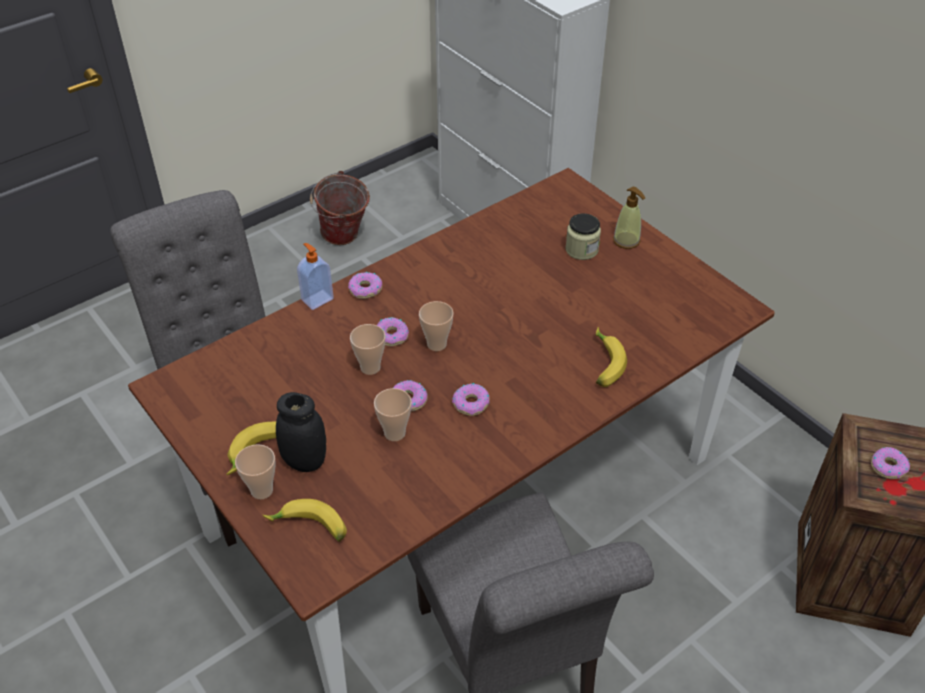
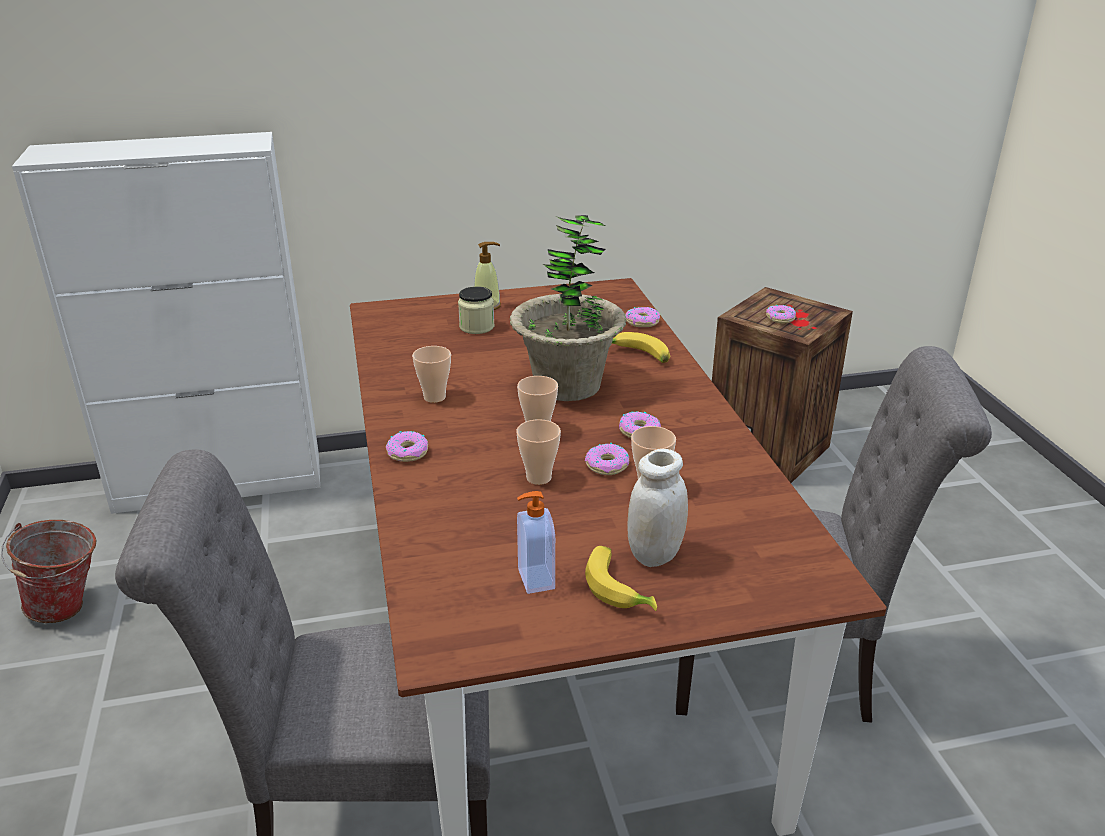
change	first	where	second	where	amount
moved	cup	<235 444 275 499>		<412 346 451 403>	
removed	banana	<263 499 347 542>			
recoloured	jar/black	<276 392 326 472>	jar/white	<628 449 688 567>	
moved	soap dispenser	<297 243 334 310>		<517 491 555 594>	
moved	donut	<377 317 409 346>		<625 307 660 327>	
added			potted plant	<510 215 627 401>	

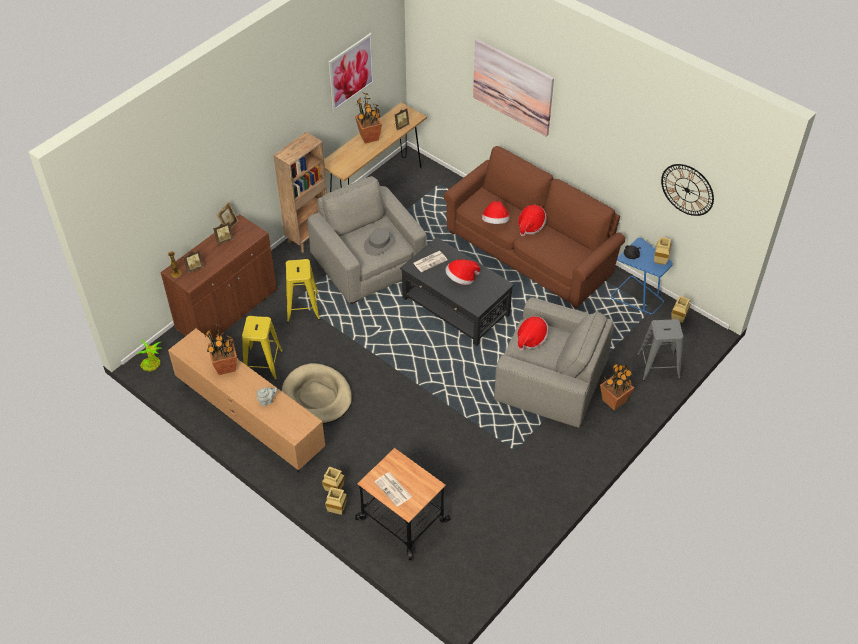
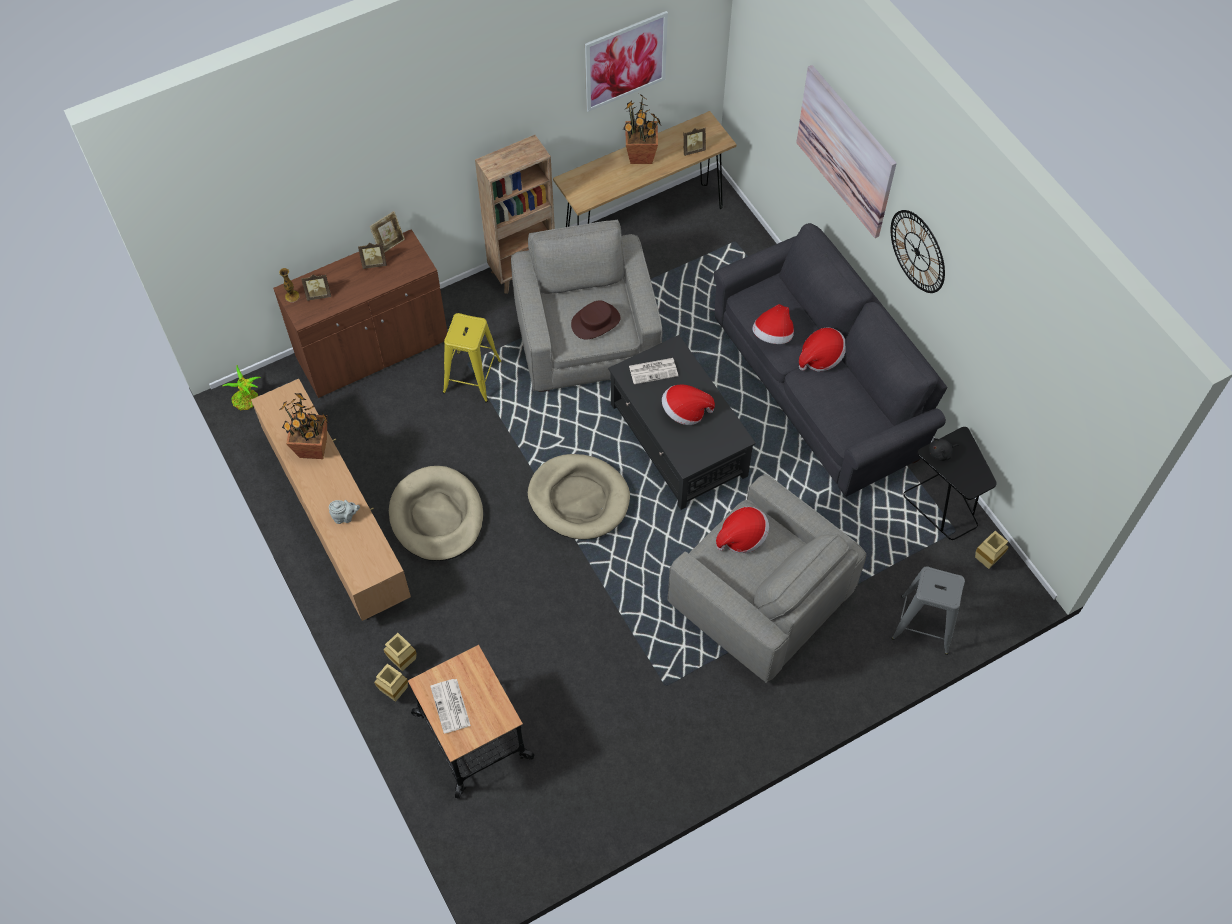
change	first	where	second	where	amount
removed	stool/yellow	<242 316 283 380>			
recoloured	hat/grey	<364 228 395 256>	hat/brown	<571 300 621 339>	
recoloured	sofa/brown	<443 146 625 309>	sofa/grey	<714 223 947 497>	
removed	potted plant	<600 363 634 410>			
recoloured	side table/blue	<611 237 673 314>	side table/black	<903 427 997 540>	
removed	vase/beige	<654 237 671 265>			
moved	wall clock	<661 164 714 216>		<891 210 945 293>	
added			dog bed/beige	<528 454 630 540>	

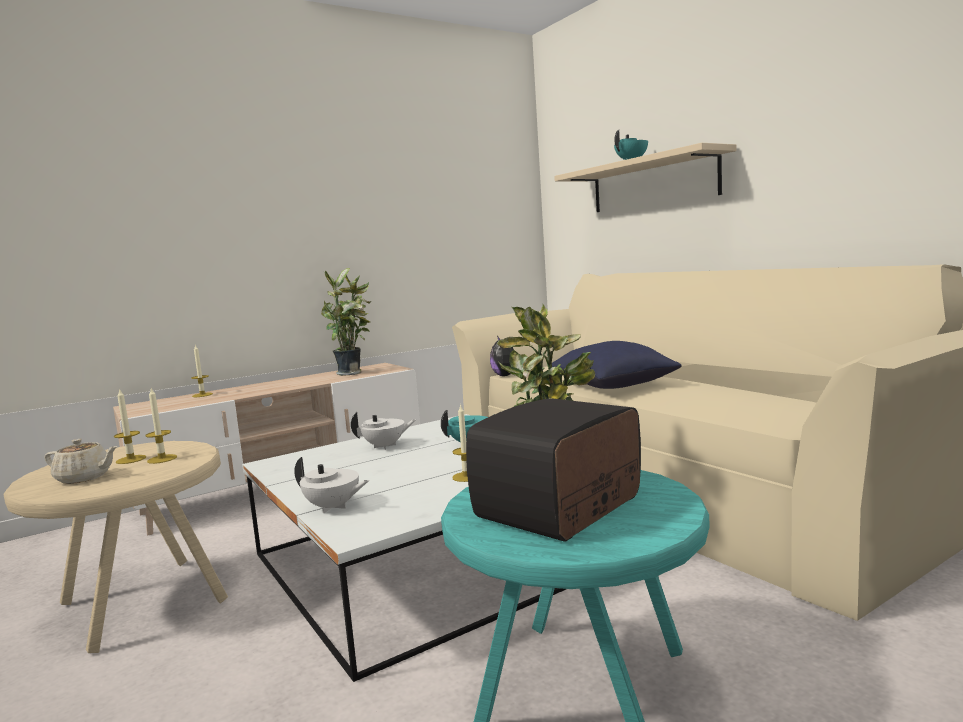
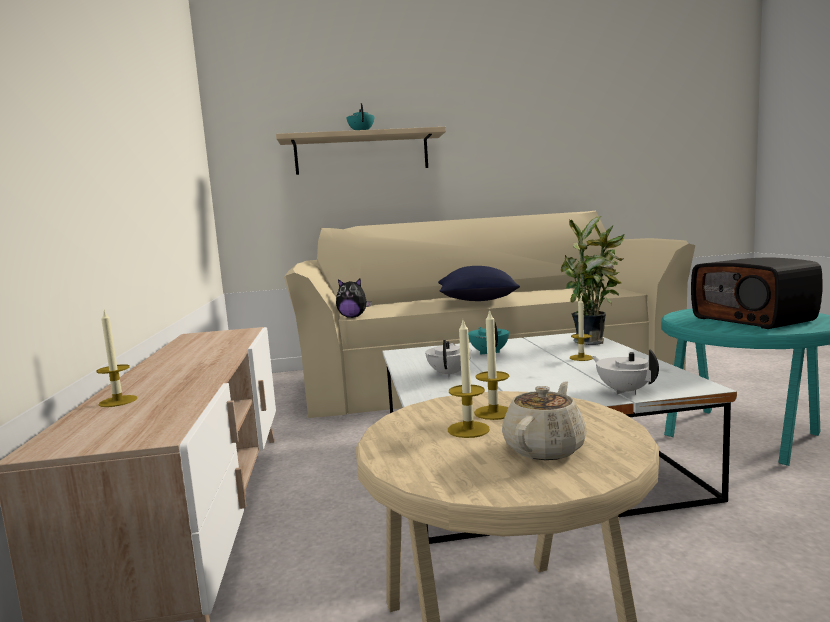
change	first	where	second	where	amount
turned	teapot/white	<294 457 369 513>		<591 349 659 395>	75 degrees counterclockwise
removed	potted plant	<321 268 371 376>			

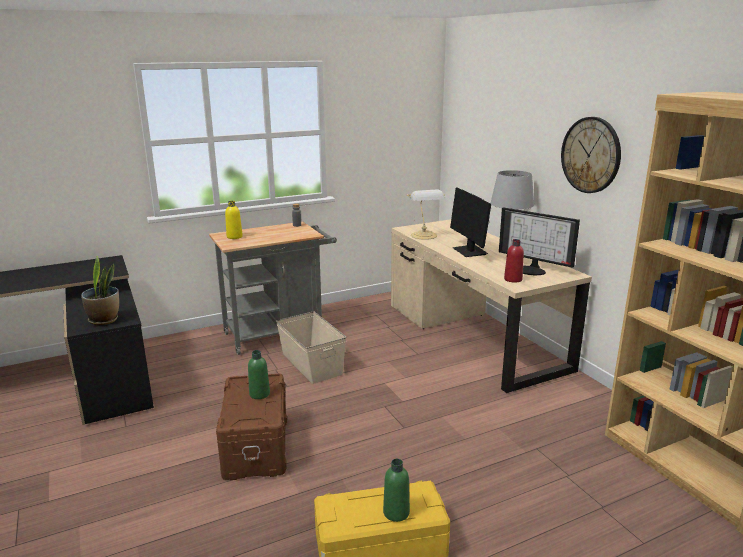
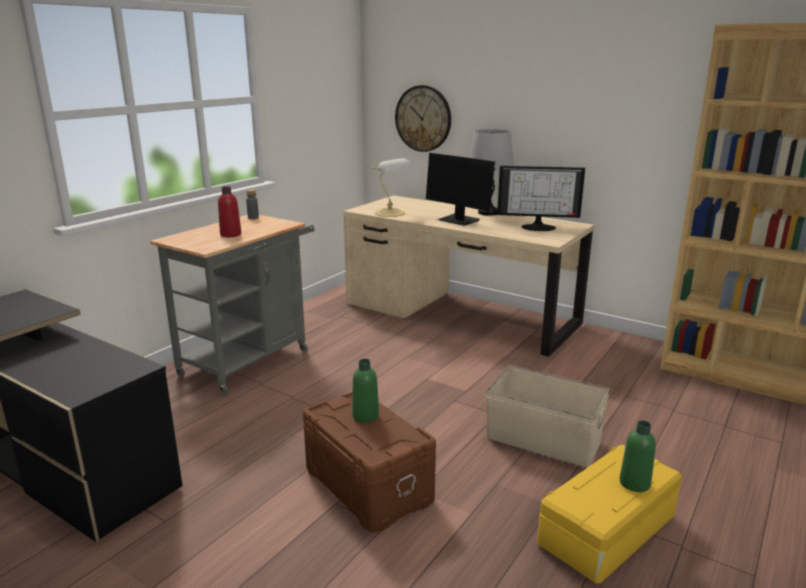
change	first	where	second	where	amount
removed	potted plant	<81 256 119 325>			
removed	bottle/yellow	<225 201 243 239>			
moved	storage box/beige	<276 311 346 384>		<486 365 609 468>	
moved	bottle/red	<504 239 524 283>		<218 186 241 237>	
moved	wall clock	<561 117 621 193>		<395 85 451 152>	

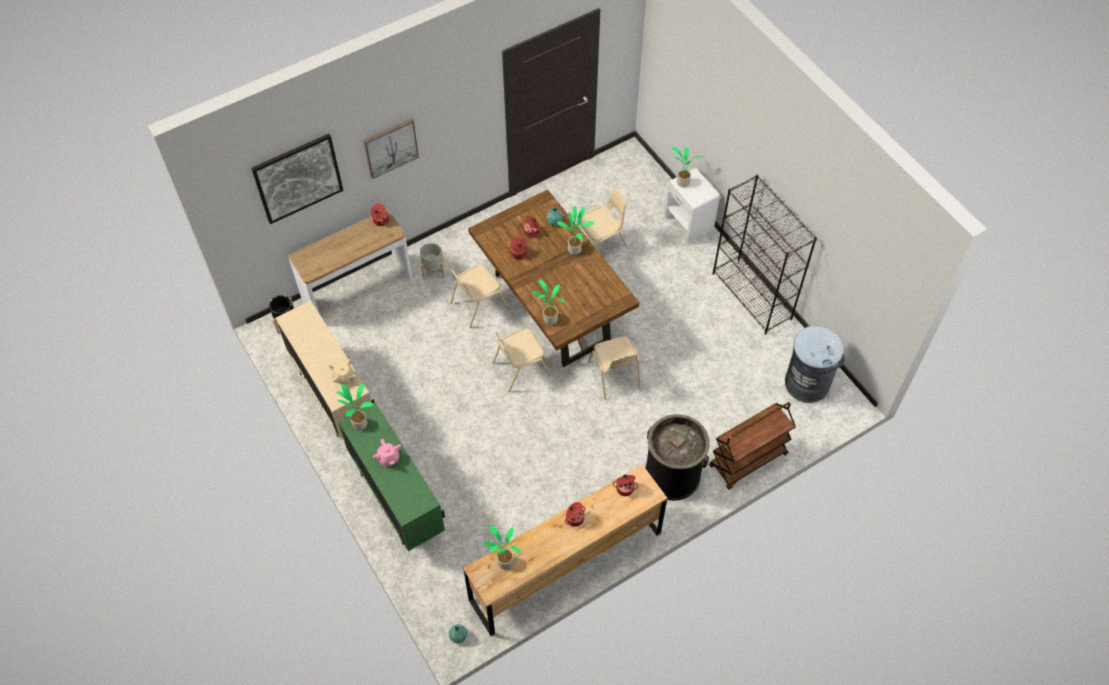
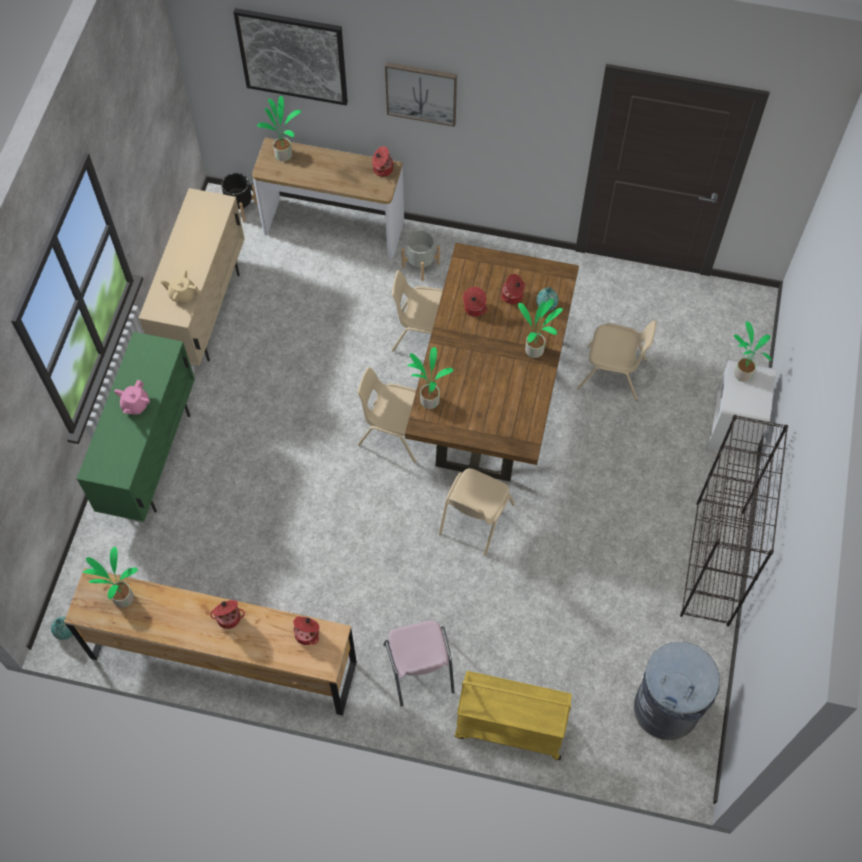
change	first	where	second	where	amount
turned	teapot/beige	<329 359 356 385>		<161 270 200 303>	120 degrees clockwise
moved	potted plant	<336 384 374 430>		<257 96 301 161>	
replaced	trash can/black	<645 414 710 500>	chair/pink	<383 620 455 706>	
recoloured	cart/brown	<709 402 796 490>	cart/yellow	<454 671 572 760>	

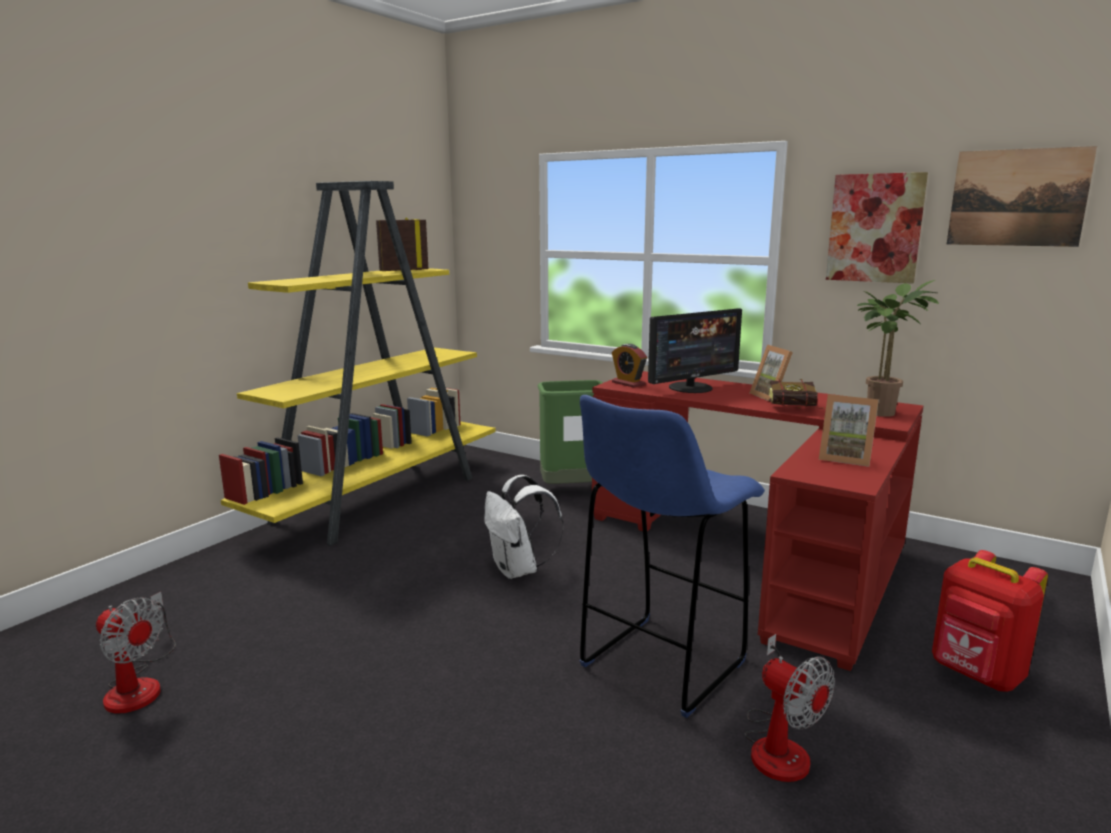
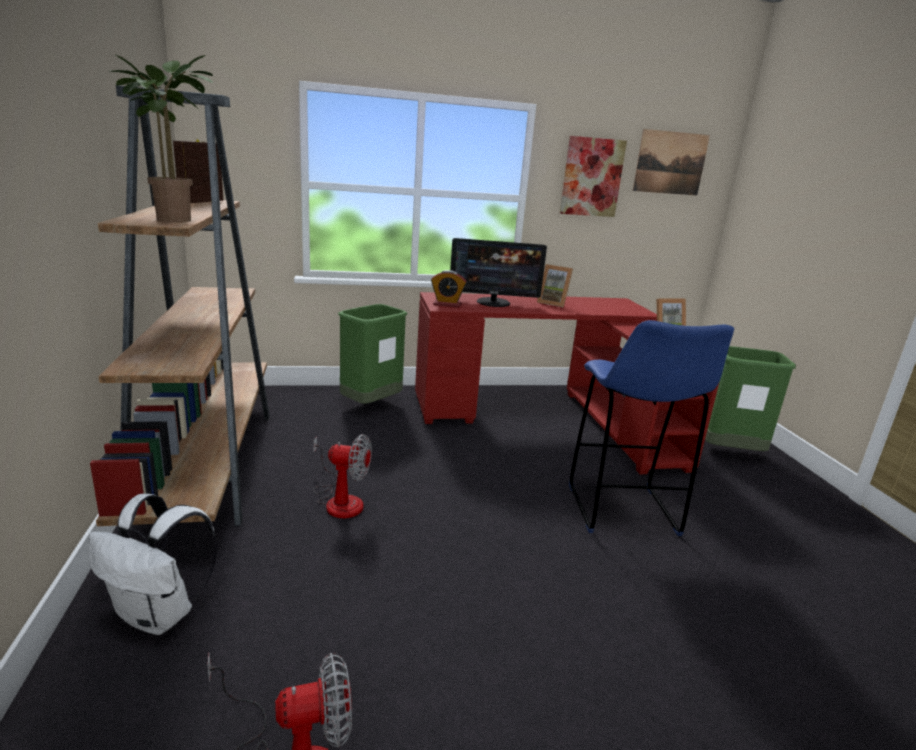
change	first	where	second	where	amount
recoloured	bookcase/yellow	<219 181 496 546>	bookcase/brown	<90 85 270 532>	
moved	backpack/white	<484 475 564 579>		<89 494 218 635>	
turned	monitor	<648 308 742 393>		<450 238 547 307>	75 degrees clockwise
moved	fan	<744 634 835 782>		<313 434 372 518>	
removed	book	<769 378 824 409>			
moved	potted plant	<857 280 939 417>		<109 55 213 223>	
replaced	backpack/red	<932 550 1048 692>	trash can/green	<705 346 796 451>	

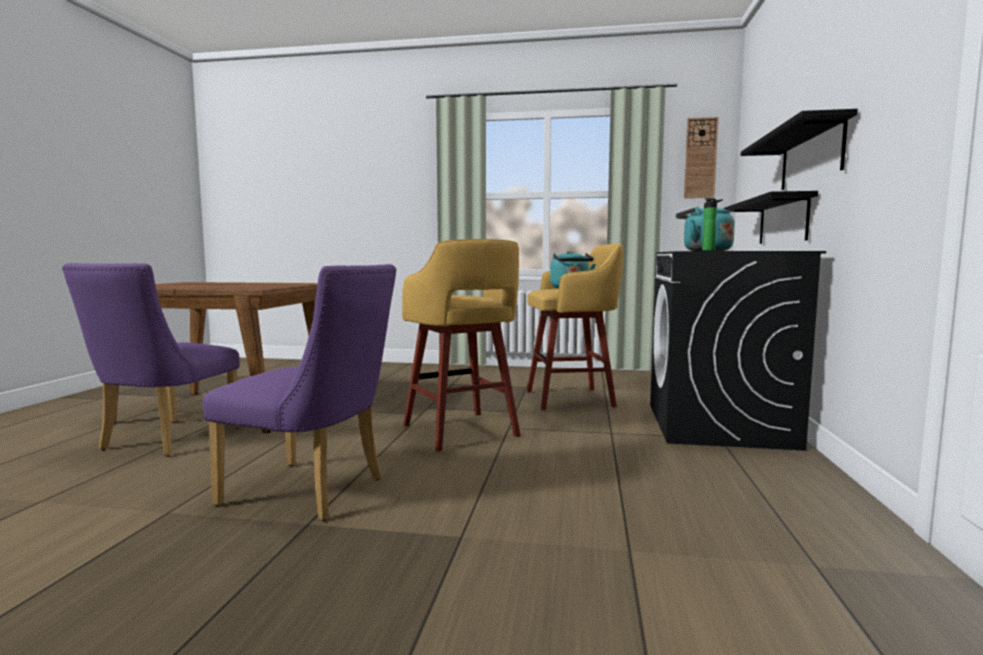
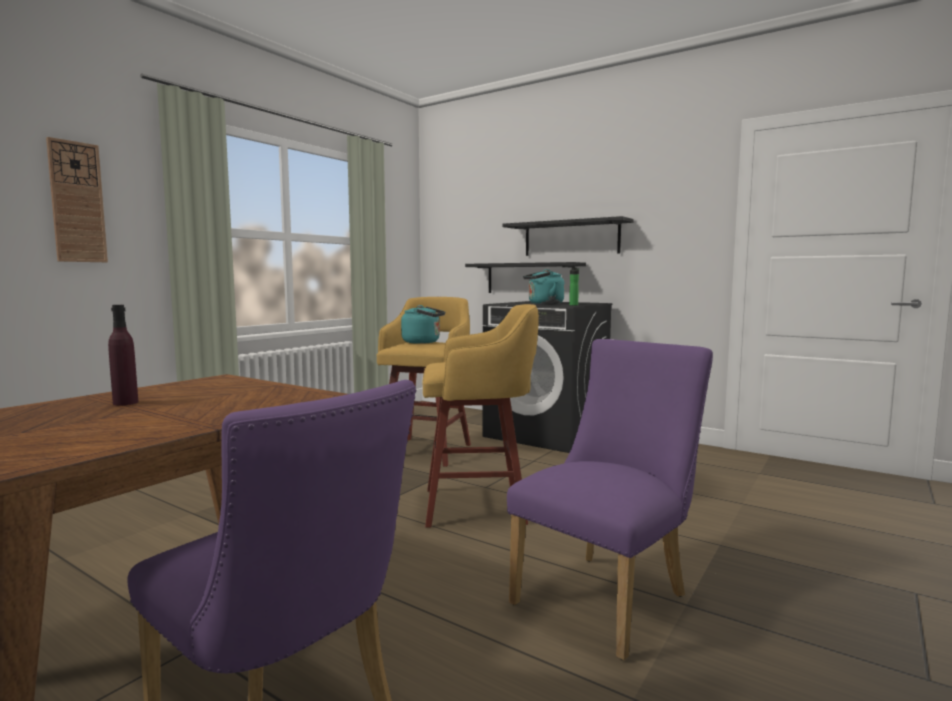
change	first	where	second	where	amount
moved	wall clock	<684 117 718 198>		<46 137 108 262>	
added			bottle/purple	<108 305 138 406>	

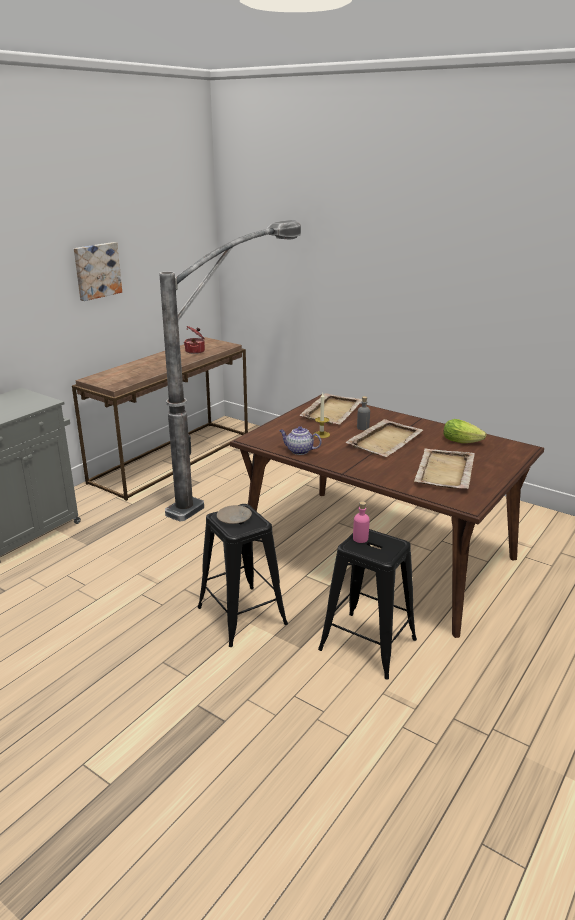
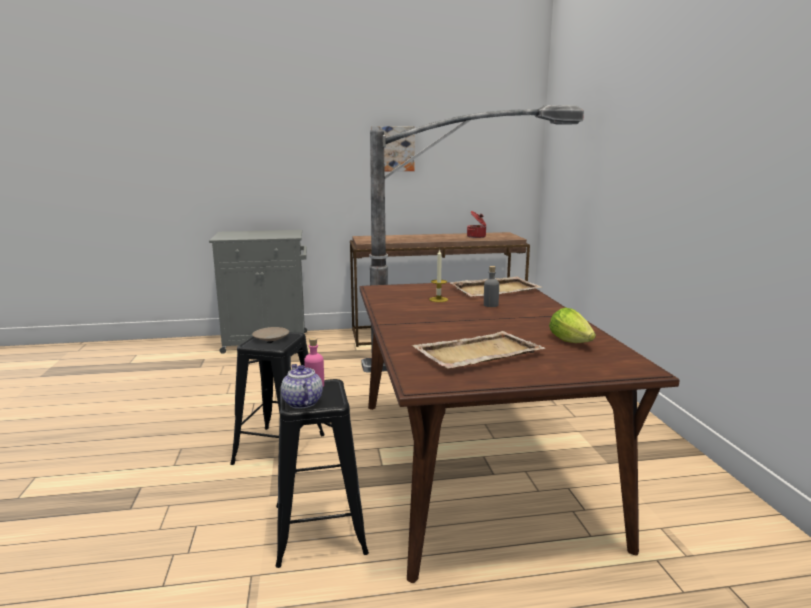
change	first	where	second	where	amount
moved	teapot	<279 426 322 455>		<281 364 323 409>	
removed	tray/beige	<345 419 423 457>			

